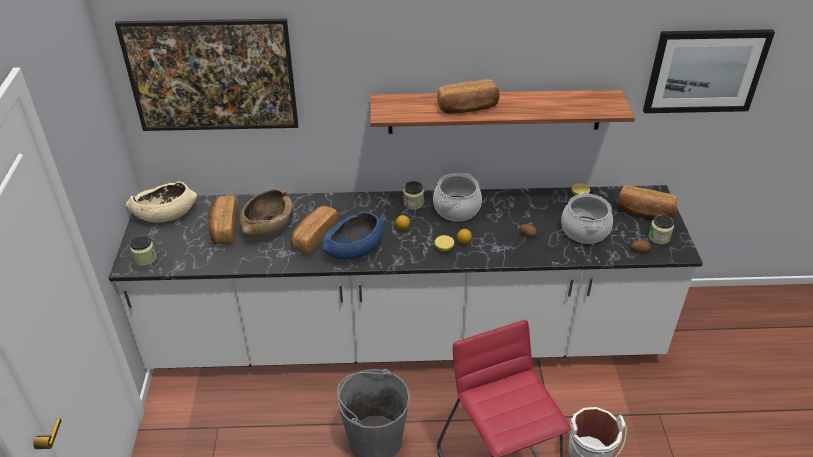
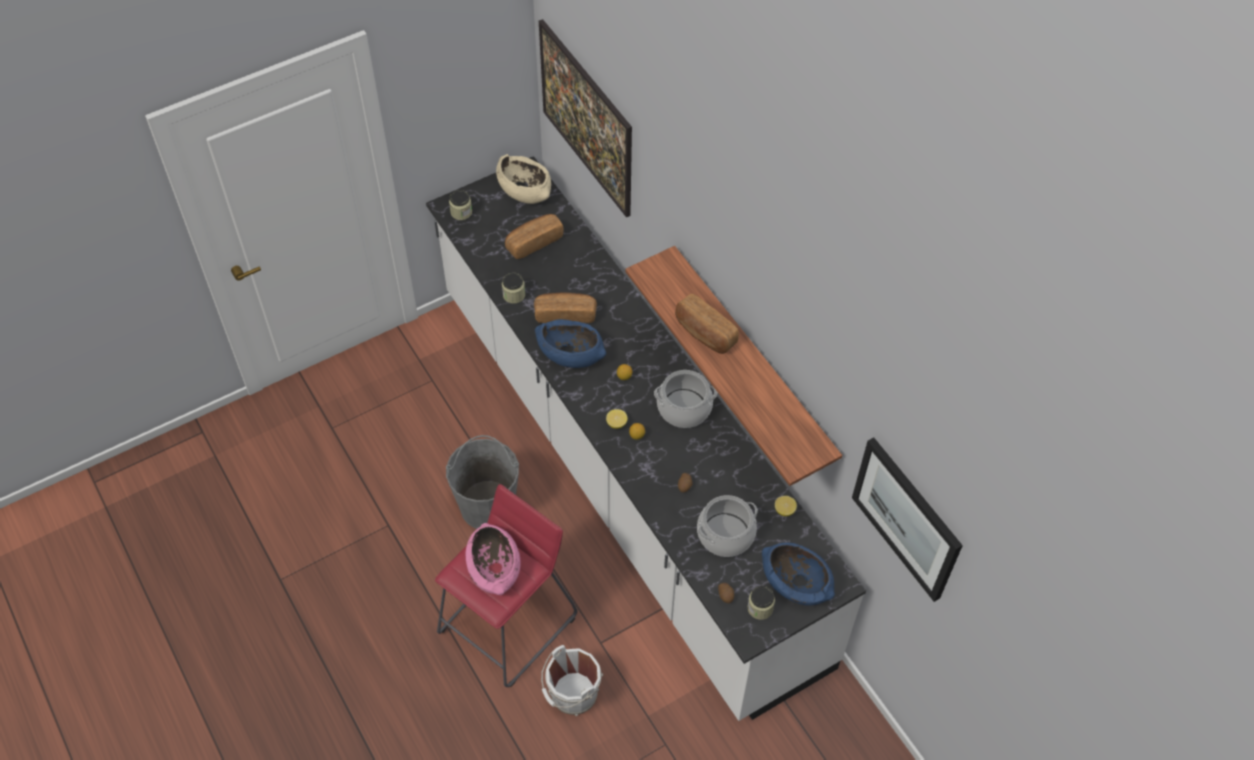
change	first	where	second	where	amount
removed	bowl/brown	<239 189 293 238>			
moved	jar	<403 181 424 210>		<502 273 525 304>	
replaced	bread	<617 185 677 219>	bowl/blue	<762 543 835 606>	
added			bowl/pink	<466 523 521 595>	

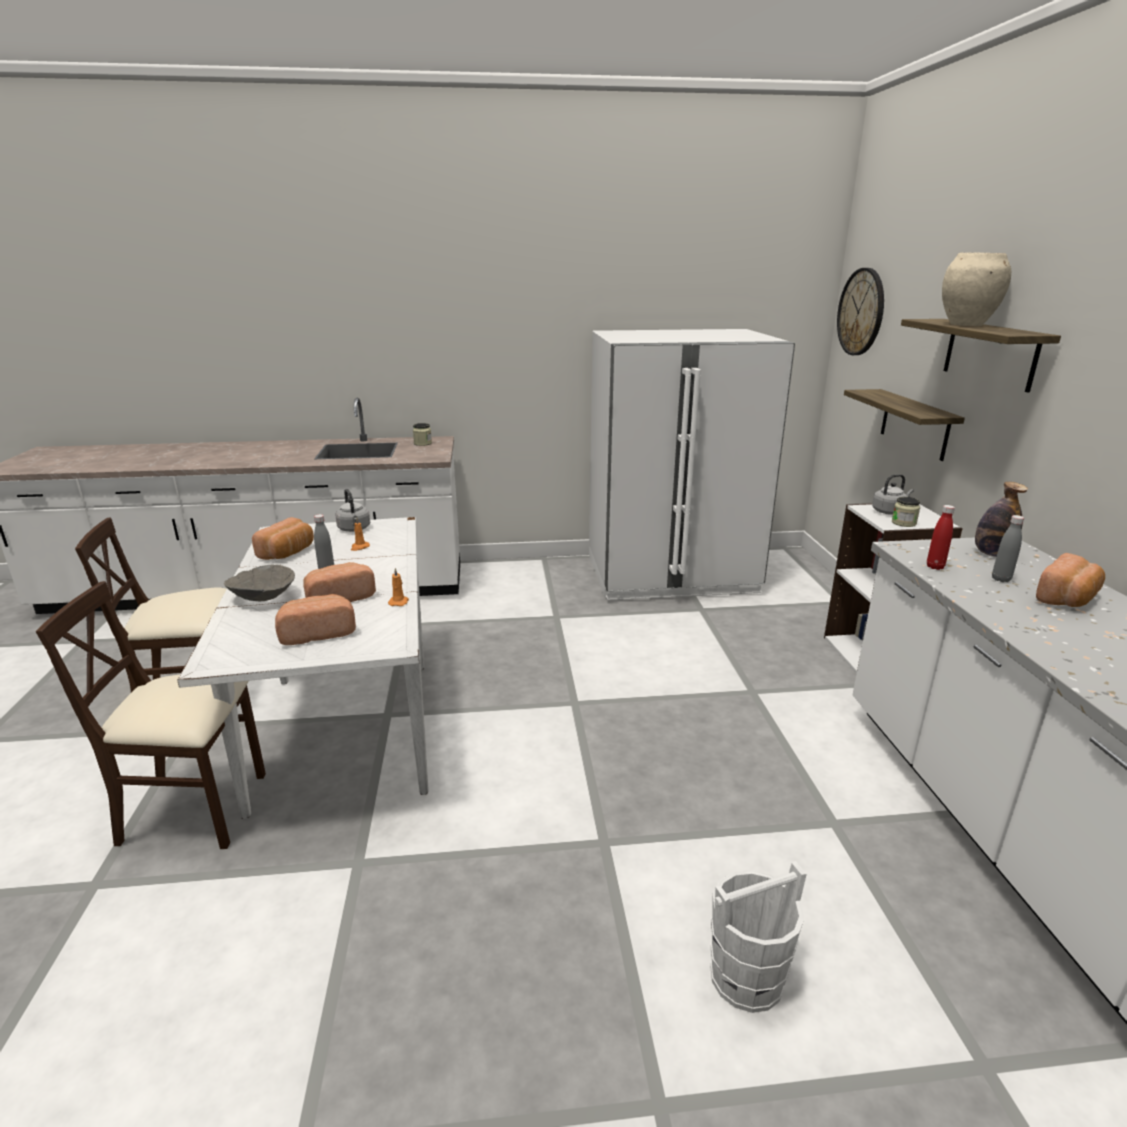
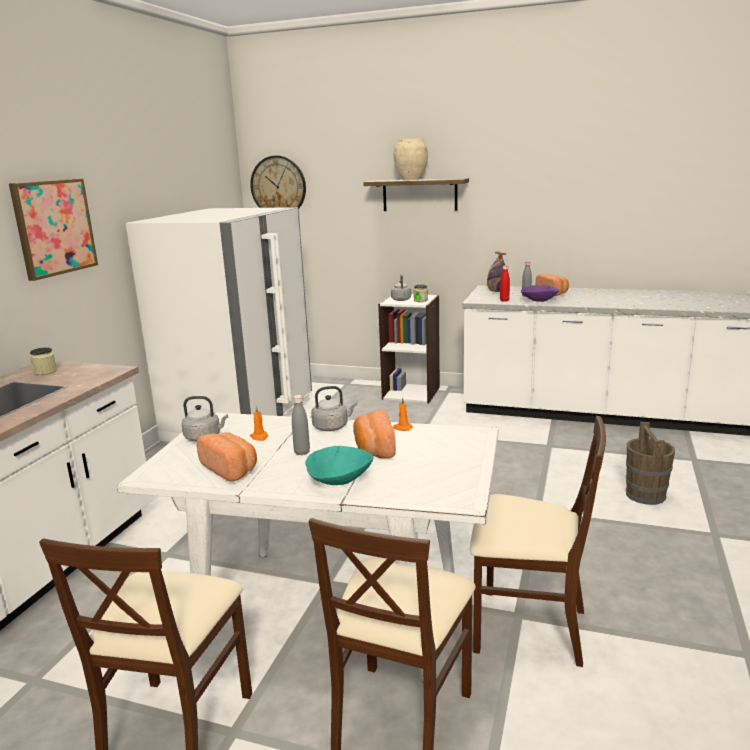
change	first	where	second	where	amount
recoloured	bowl/grey	<224 565 295 601>	bowl/turquoise	<305 446 374 485>	
removed	bread	<275 594 356 645>			
recoloured	bucket/white	<711 861 807 1013>	bucket/brown	<626 422 675 505>	
removed	shelf	<844 389 965 461>			
added			picture	<9 178 98 281>	
added			kettle/grey	<311 386 357 431>	
added			chair/beige	<470 416 606 667>	
added			bowl/purple	<521 285 560 302>	

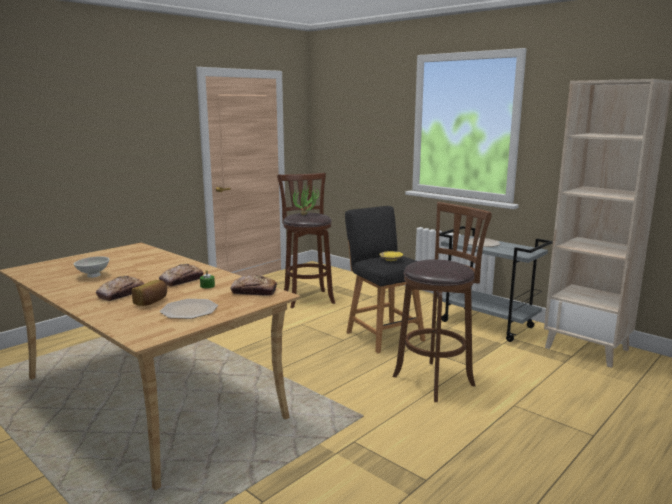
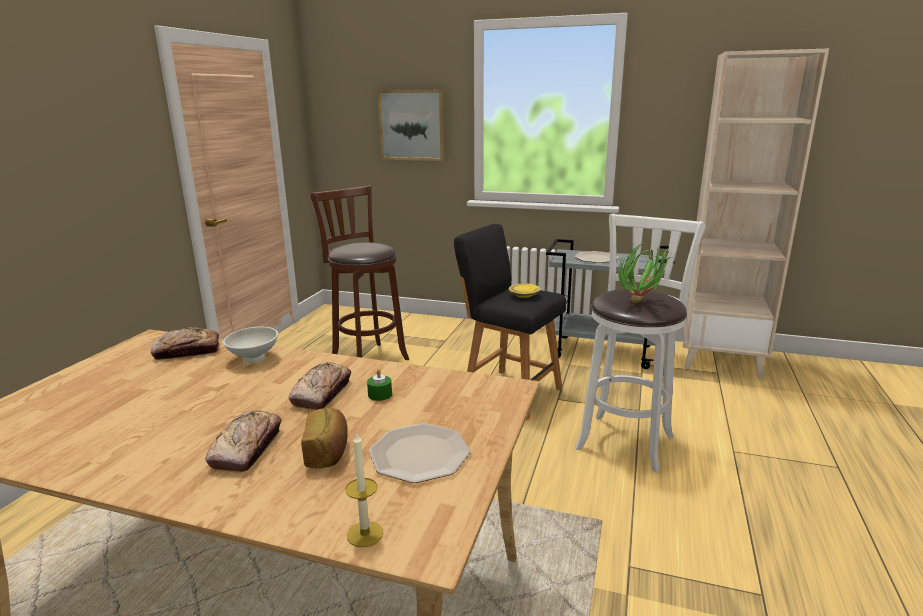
change	first	where	second	where	amount
moved	bowl/white	<74 256 109 278>		<223 327 278 363>	
moved	bread	<231 275 277 296>		<151 327 219 360>	
moved	potted plant	<292 184 320 215>		<618 241 671 303>	
recoloured	stool/brown	<393 202 492 402>	stool/white	<575 214 706 473>	
added			candle	<345 434 384 547>	
added			picture	<378 89 445 161>	

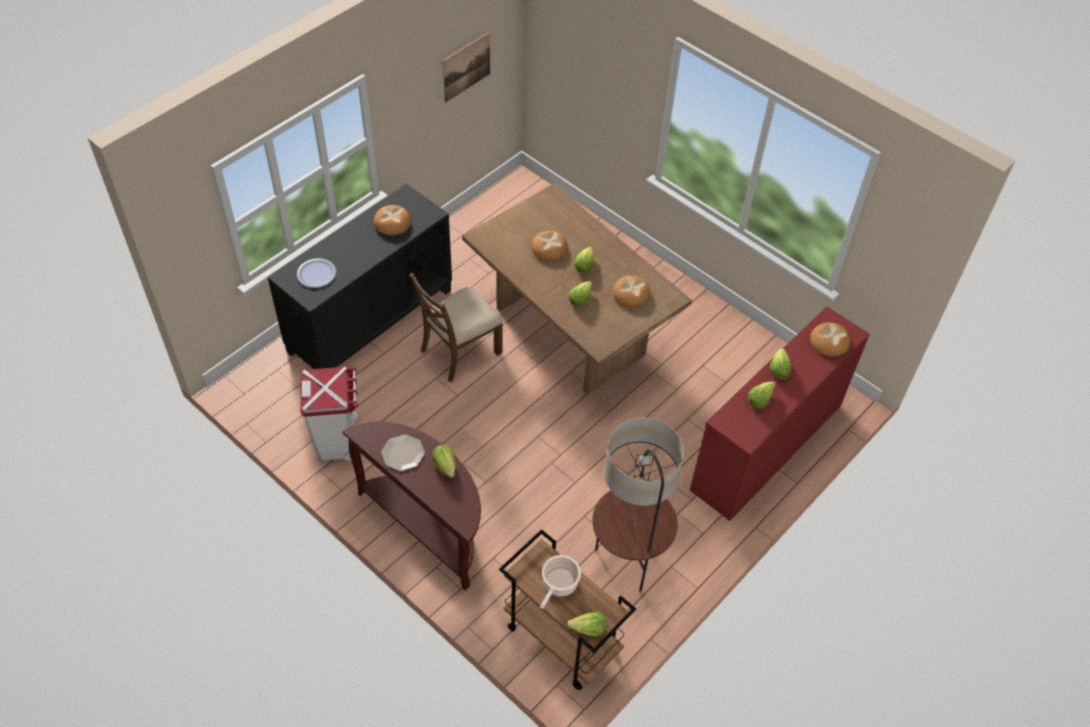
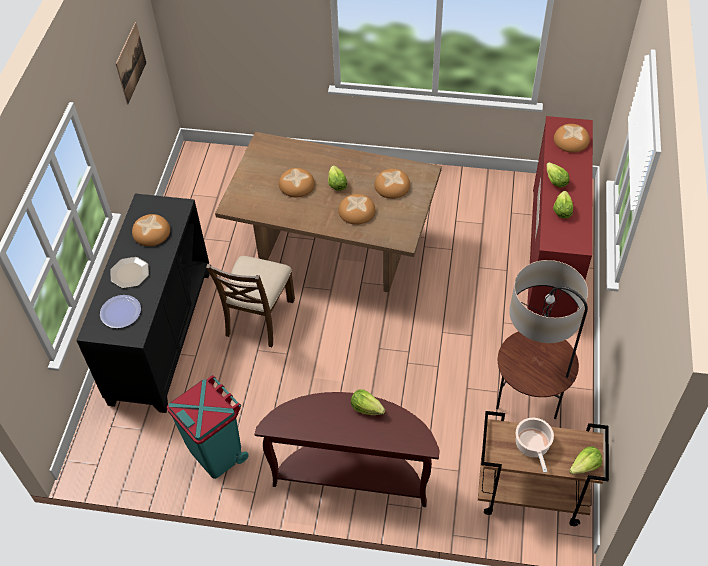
change	first	where	second	where	amount
recoloured	trash can/white	<300 367 358 461>	trash can/turquoise	<167 375 249 479>	
moved	plate	<381 435 425 471>		<110 257 149 288>	
replaced	lettuce	<568 281 593 307>	bread	<338 194 376 225>	

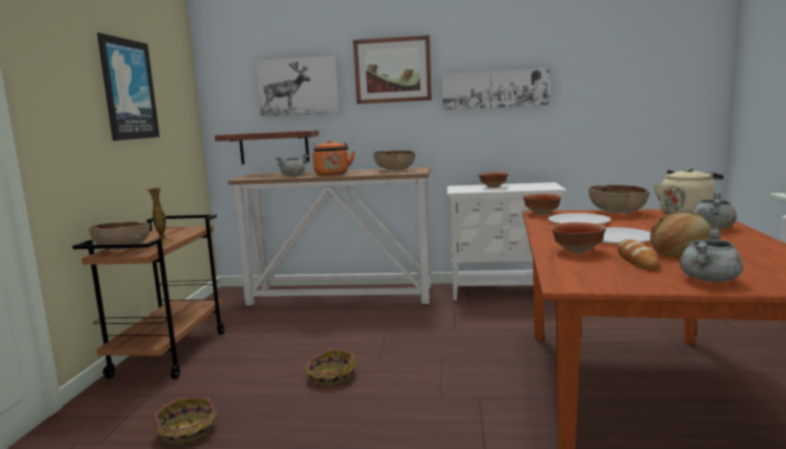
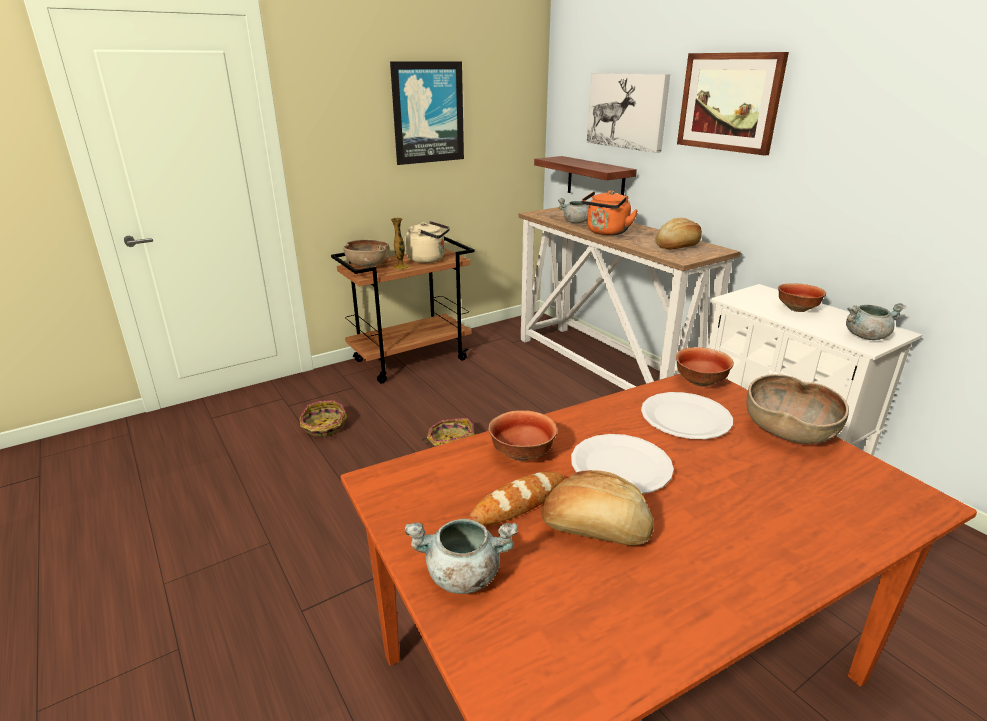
change	first	where	second	where	amount
replaced	bowl/brown	<374 150 415 171>	bread	<656 218 702 250>	
removed	picture	<442 68 550 110>			
moved	kettle/beige	<653 168 724 215>		<405 221 450 263>	
moved	cooking pot/grey	<692 192 737 229>		<846 303 906 340>	

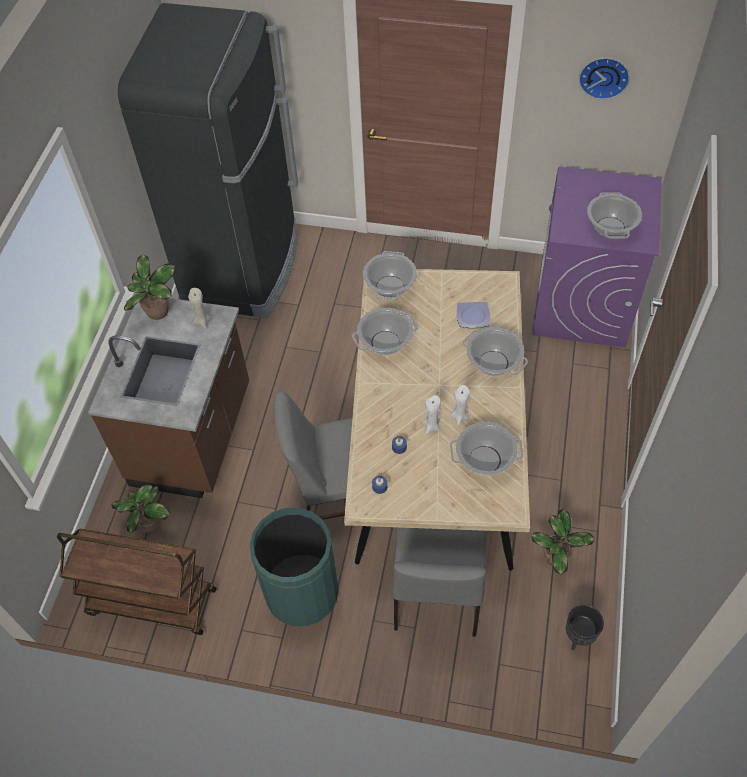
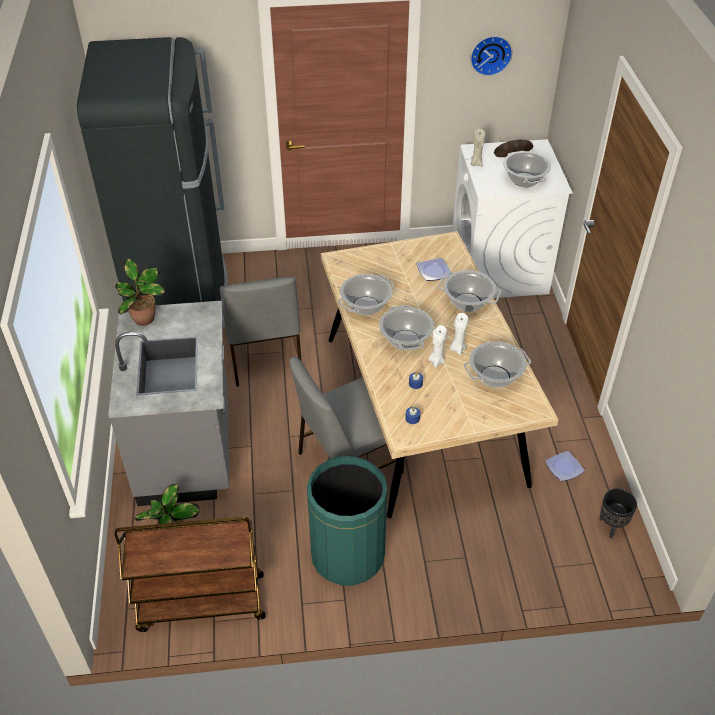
change	first	where	second	where	amount
recoloured	counter/brown	<88 298 249 498>	counter/grey	<108 301 229 506>	
moved	candle/beige	<188 288 210 328>		<471 129 485 166>	
moved	cooking pot	<363 251 417 300>		<379 305 434 351>	
moved	chair/grey	<392 527 486 637>		<220 277 302 386>	
replaced	potted plant	<531 509 594 575>	plate	<545 451 585 481>	
recoloured	washing machine/purple	<532 167 662 348>	washing machine/white	<452 139 573 298>	
added			bread	<494 140 533 157>	

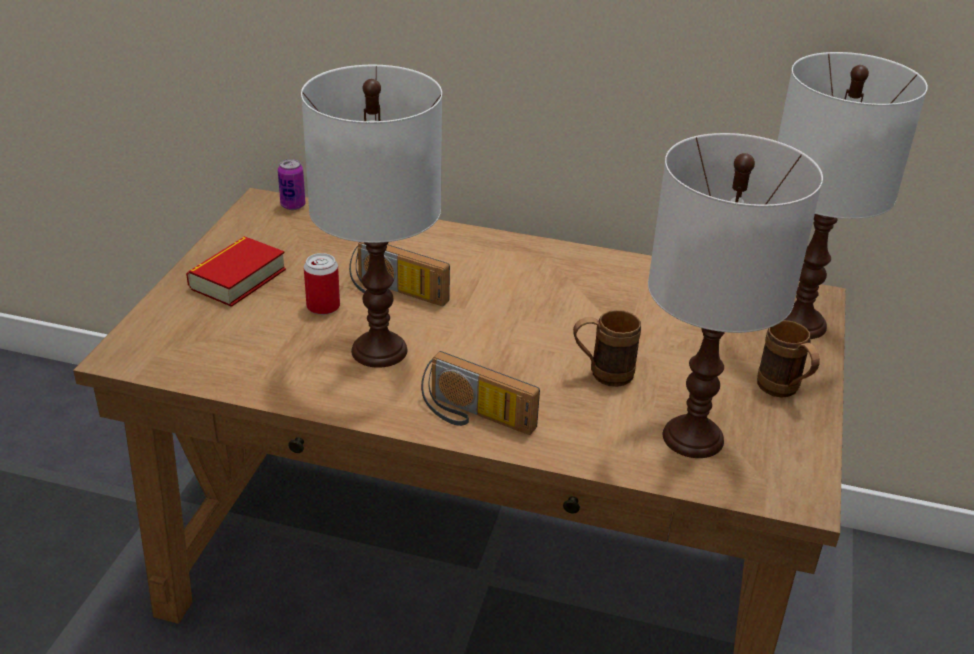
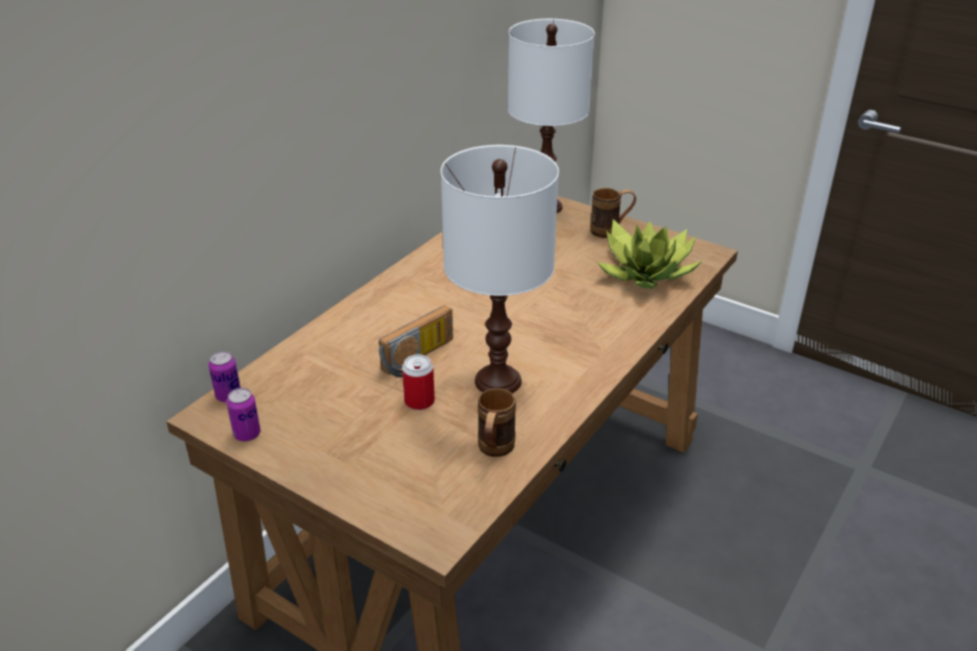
change	first	where	second	where	amount
removed	book	<186 236 286 307>			
removed	radio	<421 351 540 435>			
moved	mug/brown	<573 310 641 387>		<478 388 516 457>	
replaced	table lamp/white	<648 133 823 458>	potted plant	<597 219 703 289>	
added			can	<226 388 261 441>	

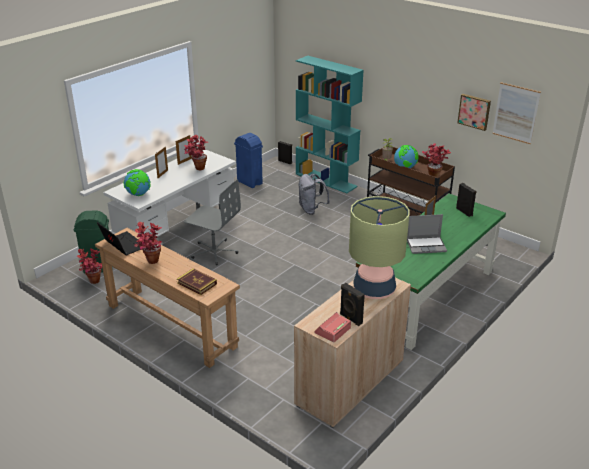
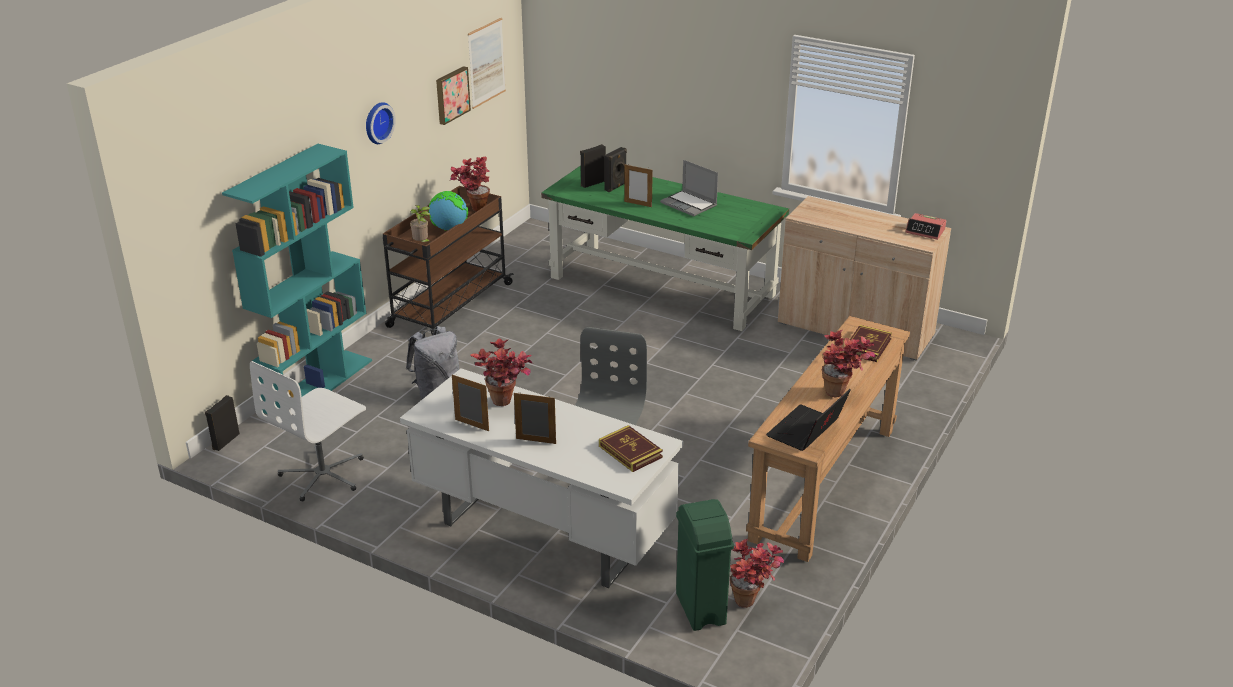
change	first	where	second	where	amount
replaced	globe	<124 169 151 196>	book	<599 425 663 472>	
replaced	trash can/blue	<234 133 263 188>	office chair/white	<250 361 366 502>	
moved	speaker/black	<340 283 365 326>		<604 147 627 192>	
removed	table lamp	<349 196 410 299>			
turned	laptop	<407 214 447 254>		<660 160 718 216>	150 degrees clockwise
added			wall clock	<366 102 396 144>	

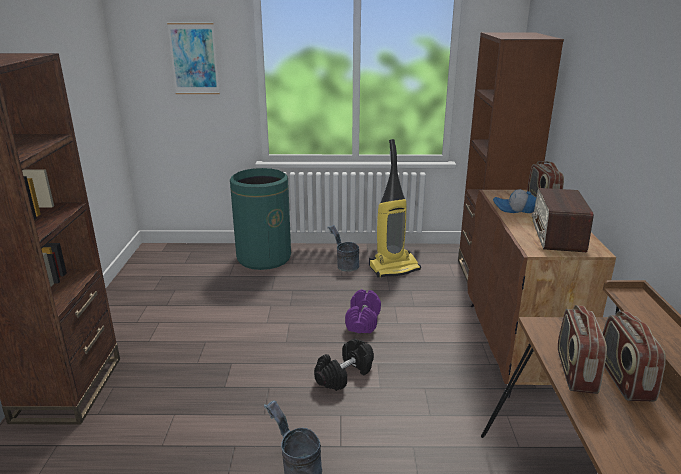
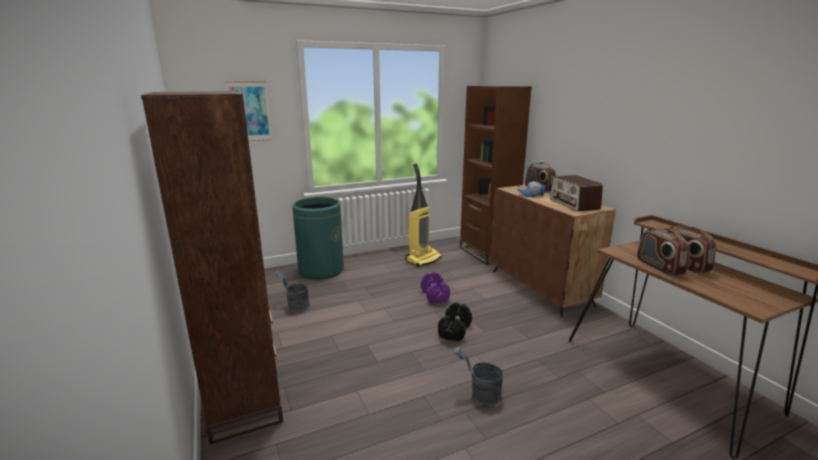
change	first	where	second	where	amount
moved	bucket/grey	<327 225 359 272>		<273 271 310 312>	

